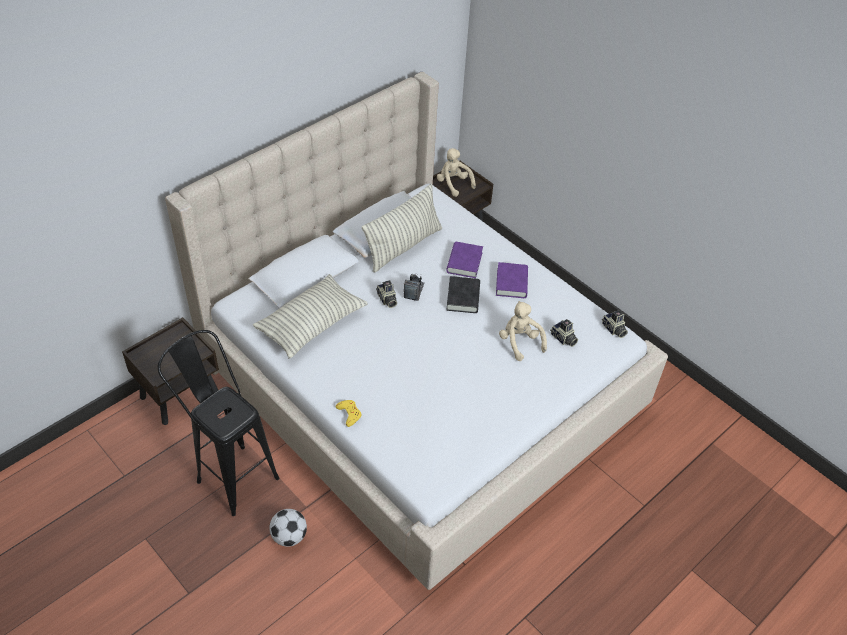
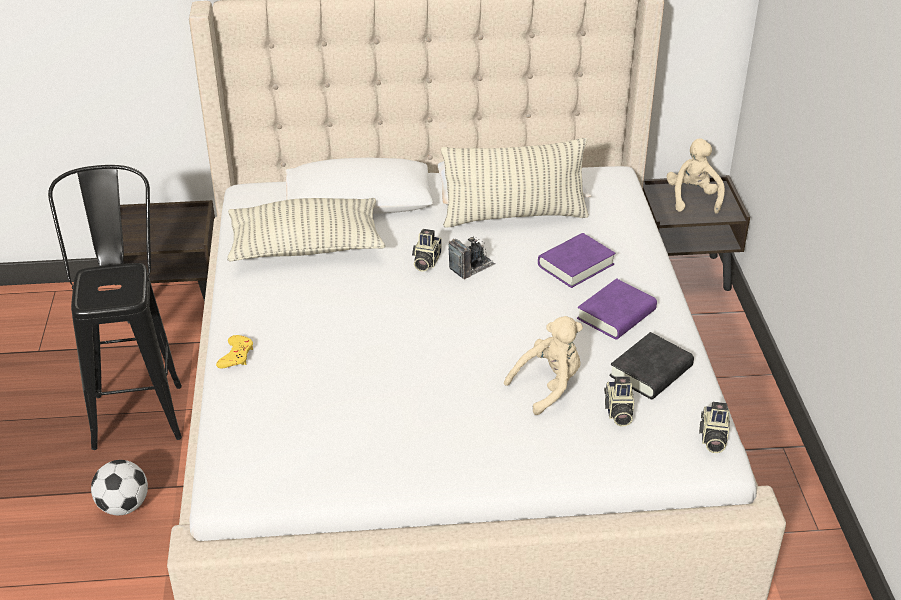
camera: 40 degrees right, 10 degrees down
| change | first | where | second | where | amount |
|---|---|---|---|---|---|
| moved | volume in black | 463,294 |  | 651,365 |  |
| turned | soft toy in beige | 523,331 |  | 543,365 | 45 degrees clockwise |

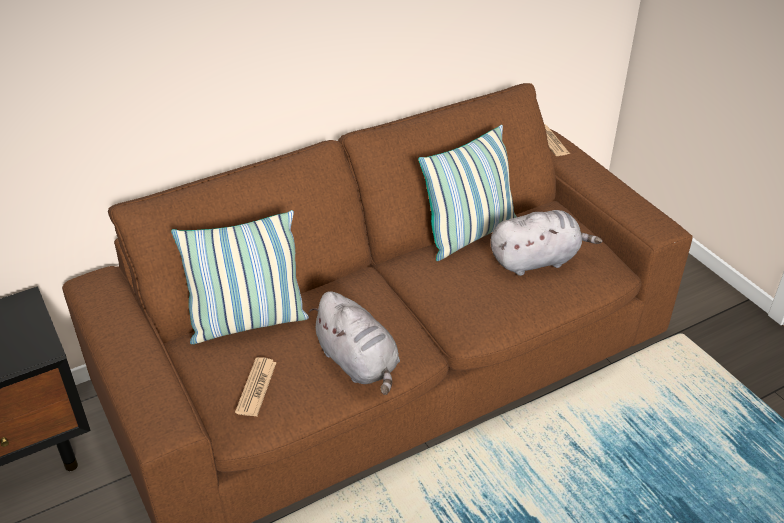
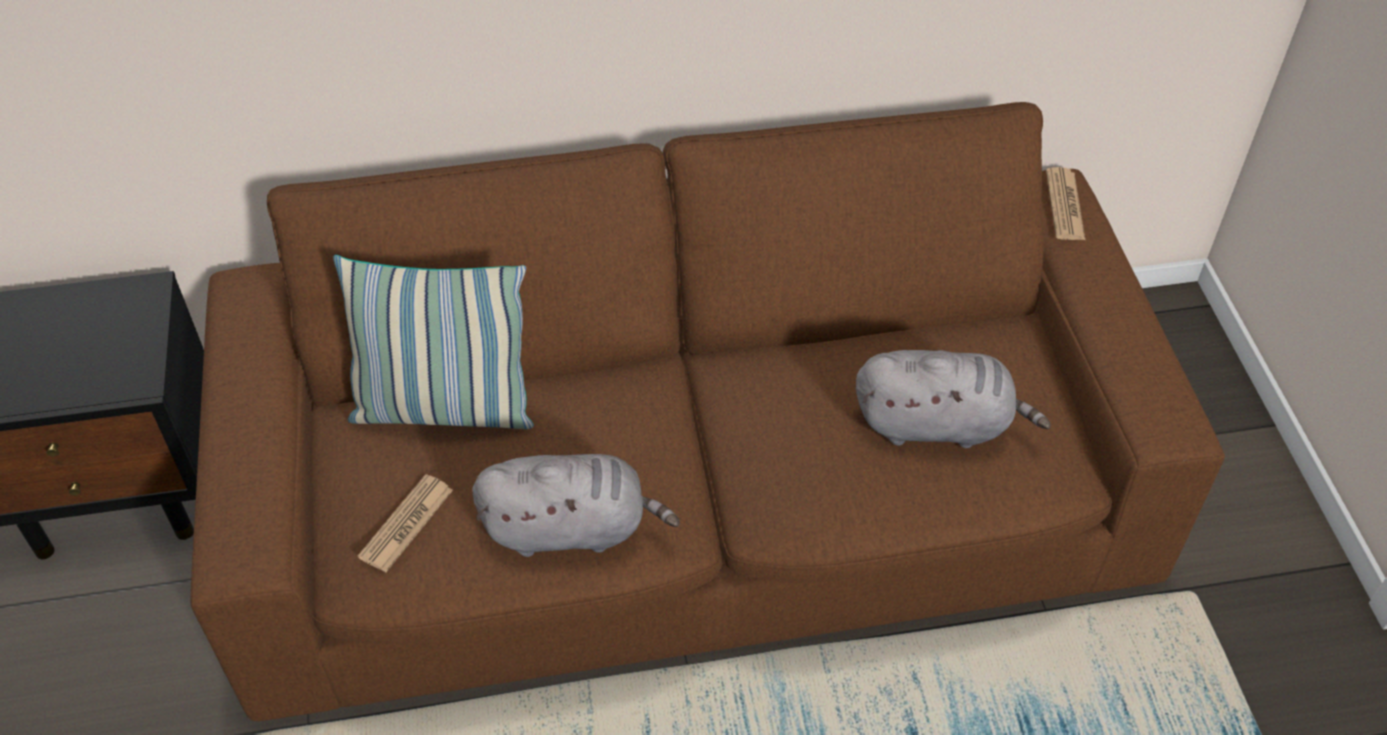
camera: 20 degrees right, 10 degrees up
| change | first | where | second | where | amount |
|---|---|---|---|---|---|
| removed | pillow | 467,193 |  |  |  |
| turned | soft toy in grey | 354,343 |  | 576,505 | 75 degrees counterclockwise |

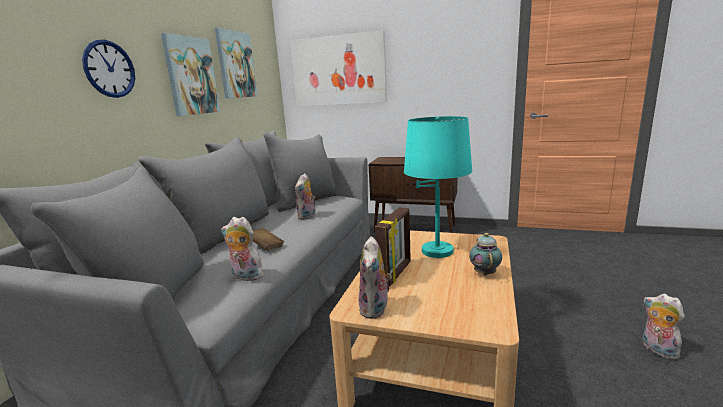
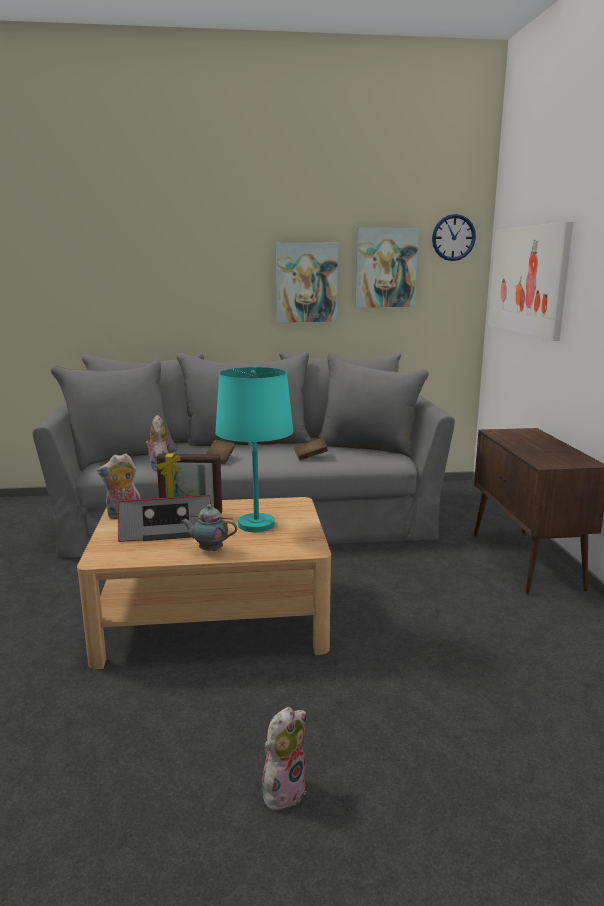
camera: 65 degrees right, 0 degrees up
| change | first | where | second | where | amount |
|---|---|---|---|---|---|
| moved | wall clock | 108,68 |  | 454,237 |  |
| replaced | soft toy | 305,196 | volume in brown | 311,449 |  |
| turned | pot for tea | 485,254 |  | 209,527 | 150 degrees counterclockwise |
| added |  |  | radio set | 164,518 |  |

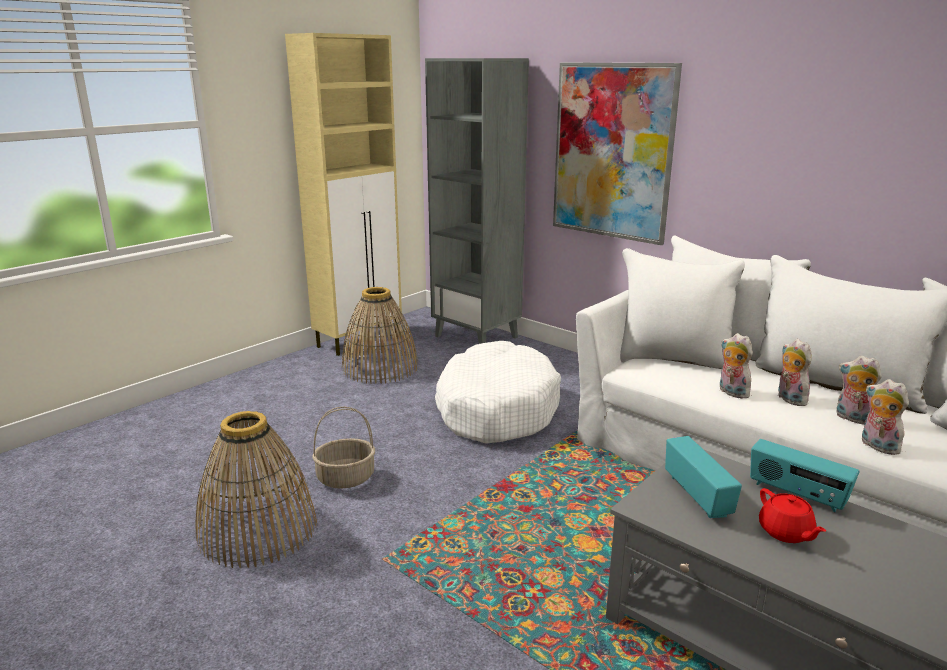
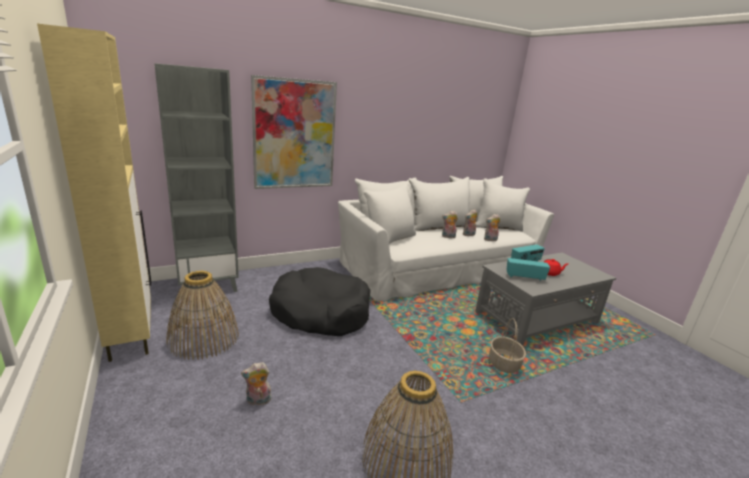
camera: 70 degrees left, 0 degrees up
| change | first | where | second | where | amount |
|---|---|---|---|---|---|
| moved | soft toy | 736,366 |  | 256,383 |  |
| recoloured | dog bed in white | 498,392 | dog bed in black | 319,301 |  |
| moved | household basket | 343,448 |  | 507,345 |  |

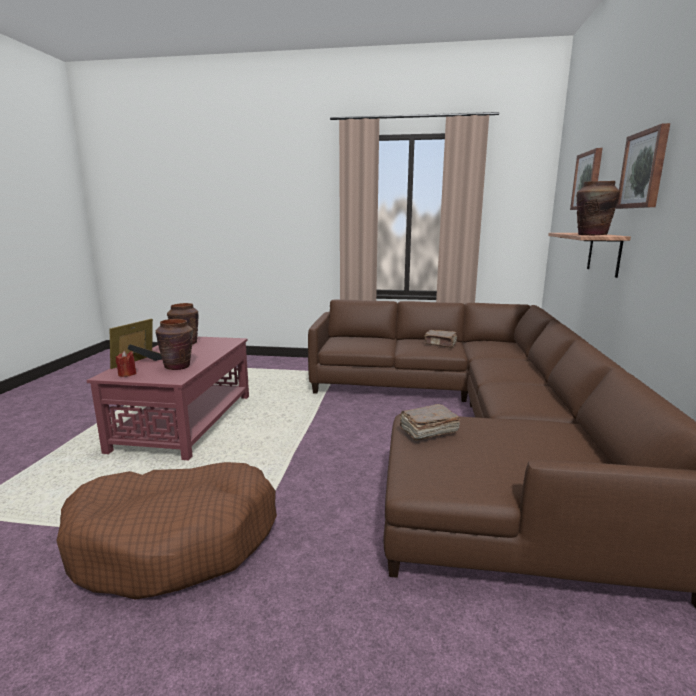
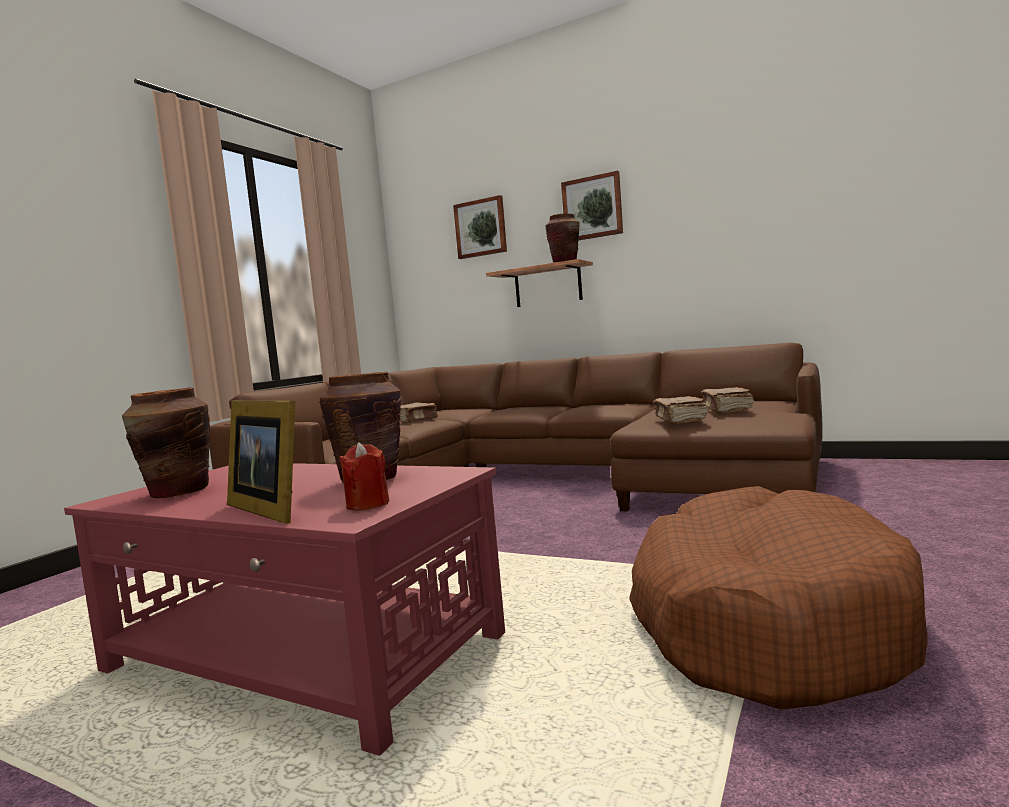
camera: 70 degrees left, 10 degrees down
| change | first | where | second | where | amount |
|---|---|---|---|---|---|
| added |  |  | volume in brown | 727,400 |  |

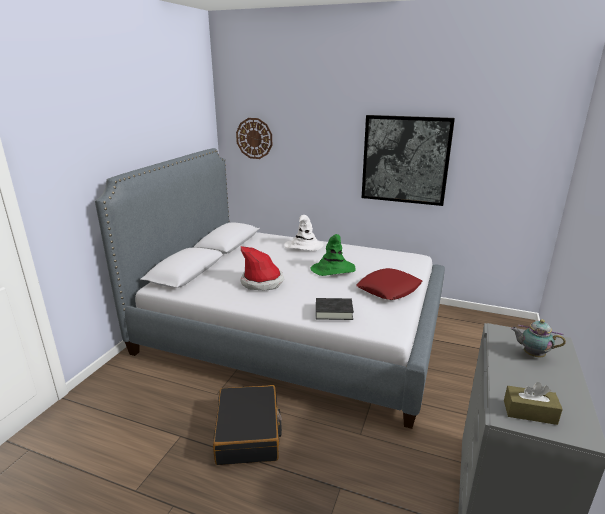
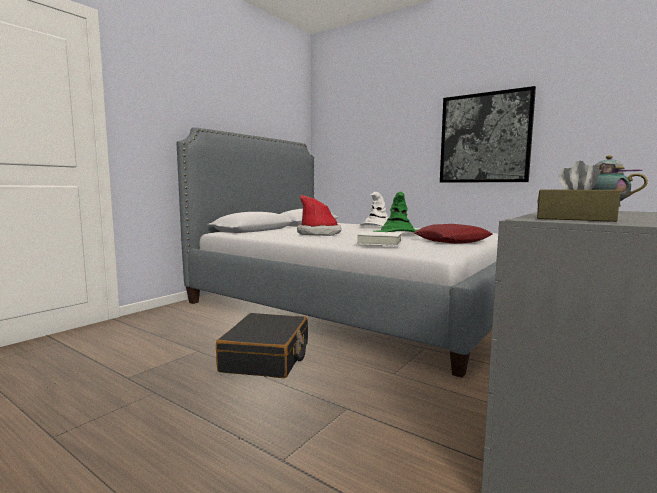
camera: 15 degrees right, 15 degrees down
| change | first | where | second | where | amount |
|---|---|---|---|---|---|
| removed | wall clock | 254,138 |  |  |  |
| recoloured | volume in black | 335,309 | volume in white | 379,238 |  |

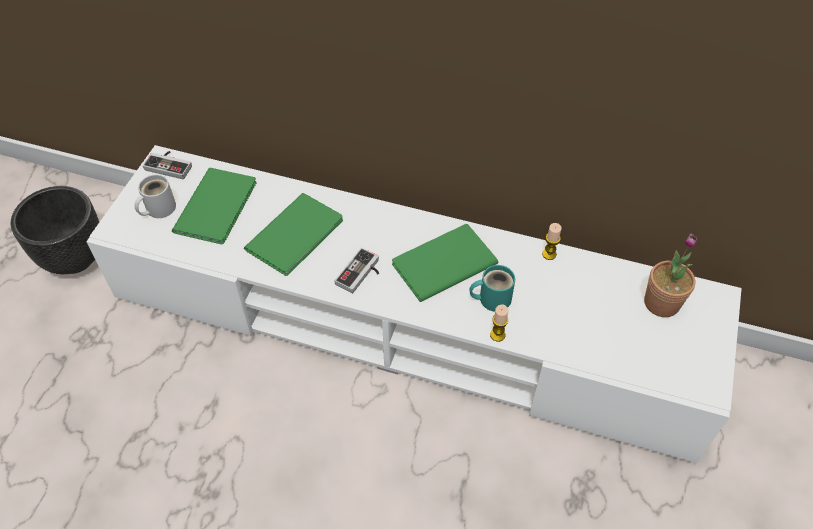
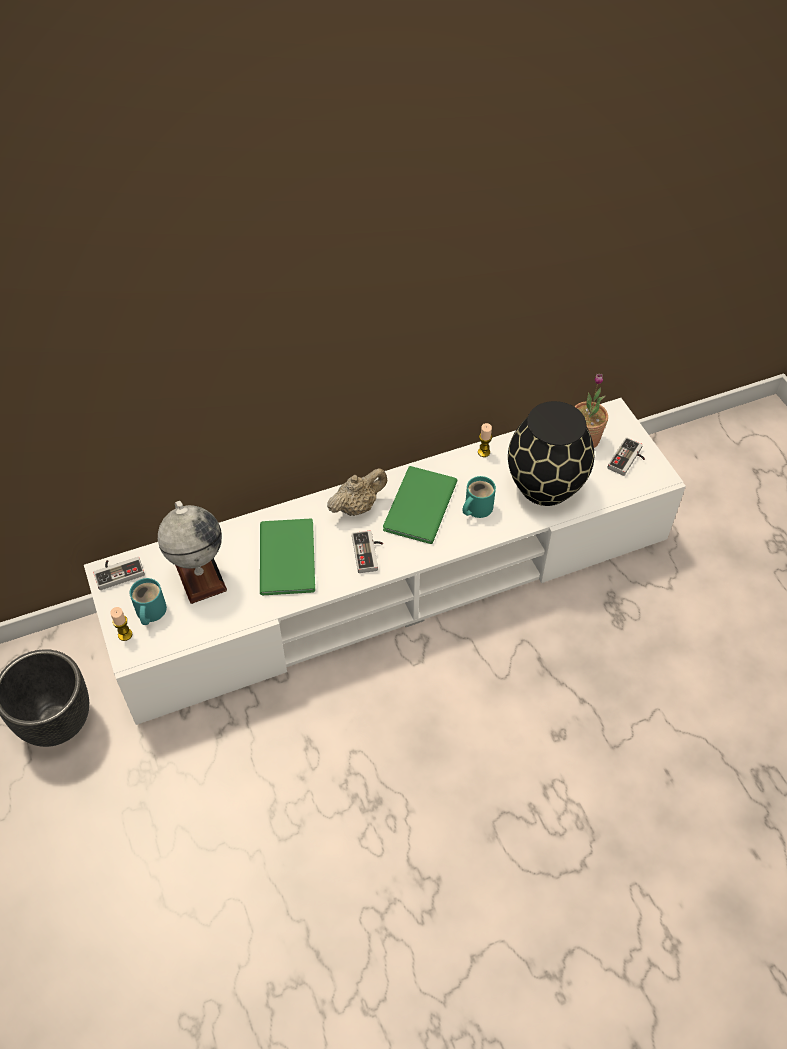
camera: 40 degrees left, 0 degrees up
| change | first | where | second | where | amount |
|---|---|---|---|---|---|
| replaced | volume in green | 214,206 | desk globe | 192,552 |  |
| recoloured | mug in white | 155,196 | mug in turquoise-coloured | 148,601 |  |
| moved | wax candle | 499,323 |  | 121,624 |  |
| added |  |  | vase in black | 551,453 |  |
| added |  |  | joypad | 626,456 |  |
| added |  |  | pot for tea in beige | 357,492 |  |

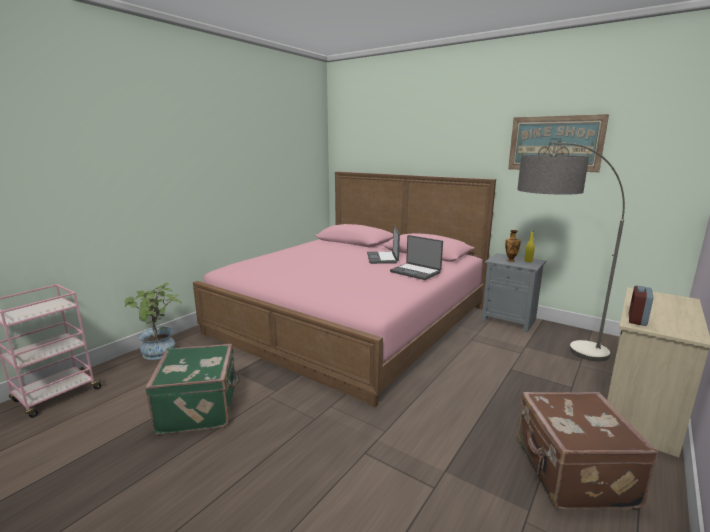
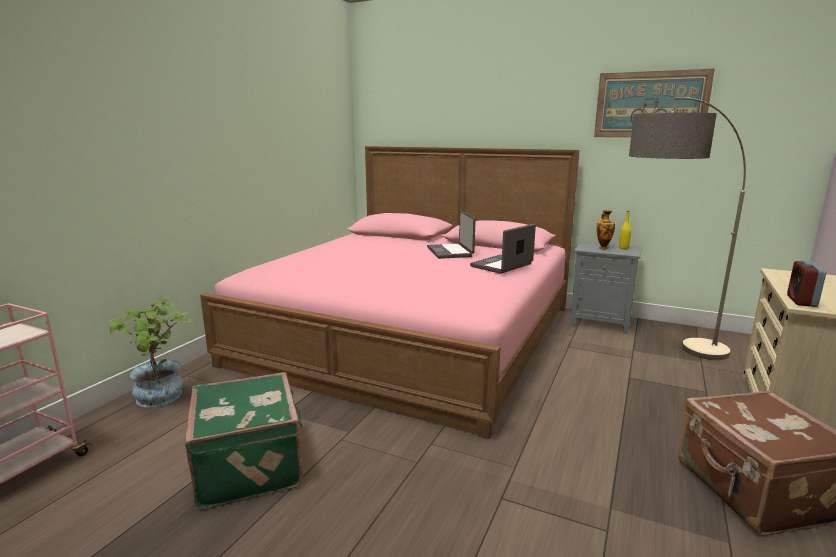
camera: 10 degrees left, 0 degrees up
| change | first | where | second | where | amount |
|---|---|---|---|---|---|
| turned | portable computer | 416,257 |  | 503,249 | 105 degrees clockwise |

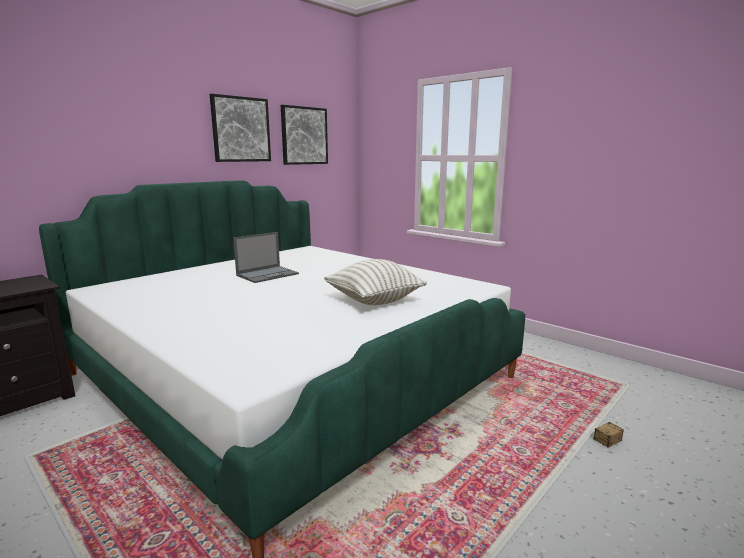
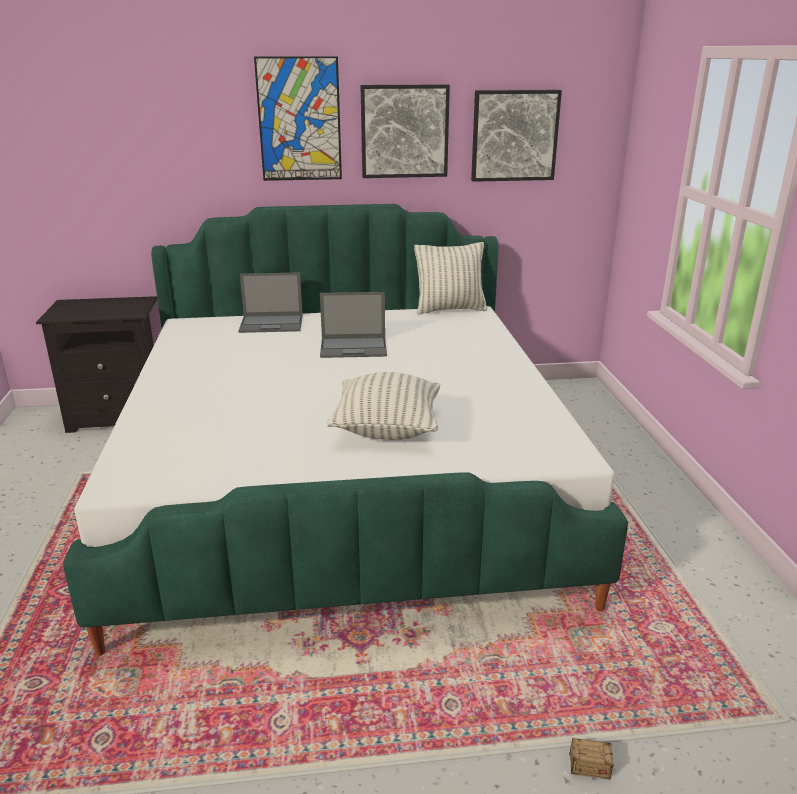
camera: 40 degrees right, 10 degrees up
| change | first | where | second | where | amount |
|---|---|---|---|---|---|
| added |  |  | wall art | 298,118 |  |
| added |  |  | pillow | 450,278 |  |
| added |  |  | portable computer | 271,303 |  |

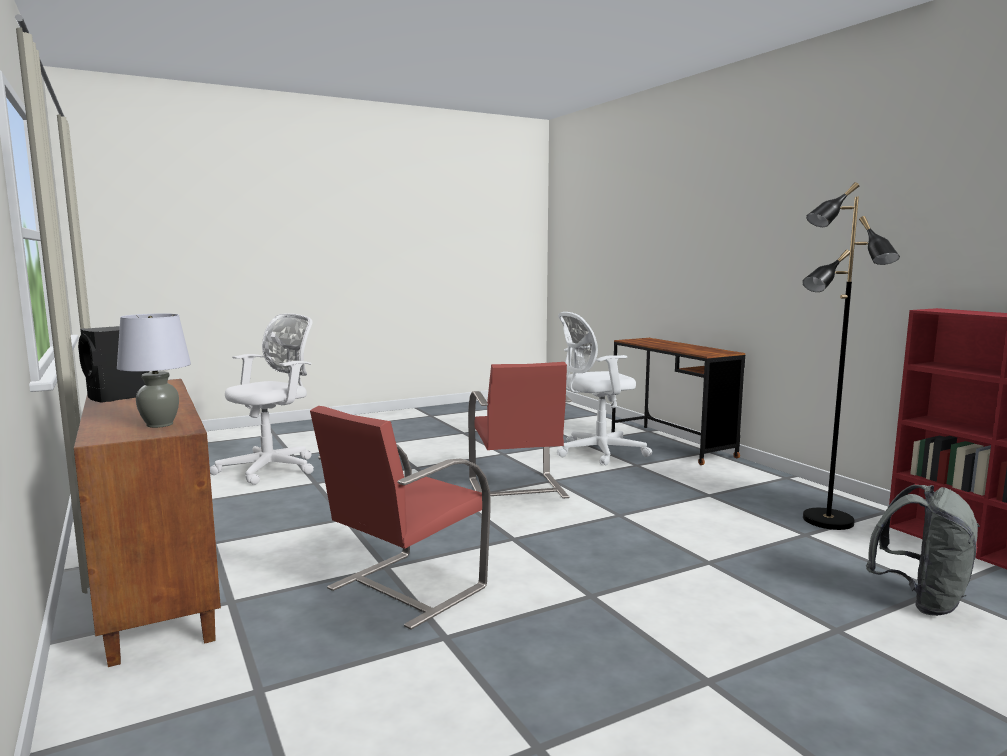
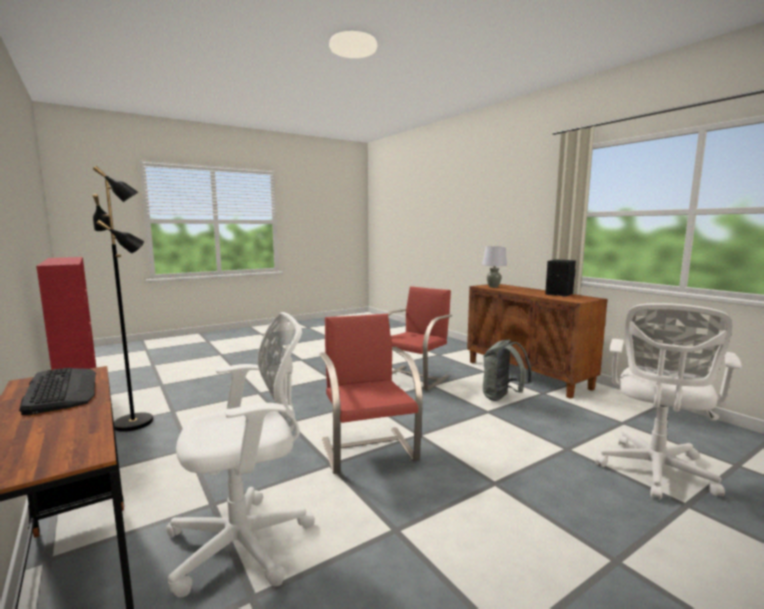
camera: 175 degrees right, 0 degrees up
| change | first | where | second | where | amount |
|---|---|---|---|---|---|
| moved | backpack in grey | 923,550 |  | 507,370 |  |
| added |  |  | keyboard | 57,391 |  |

